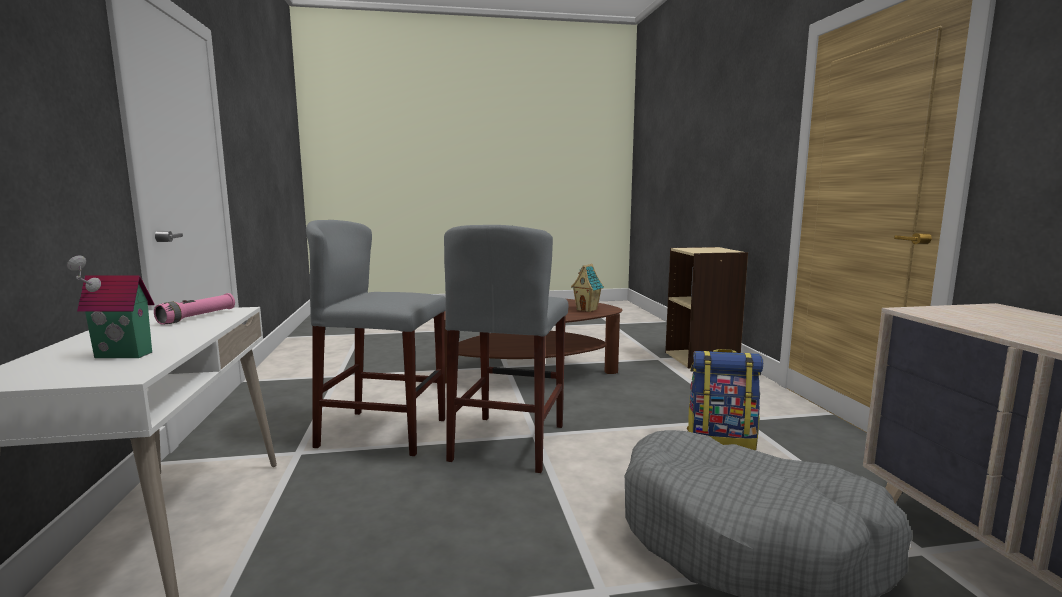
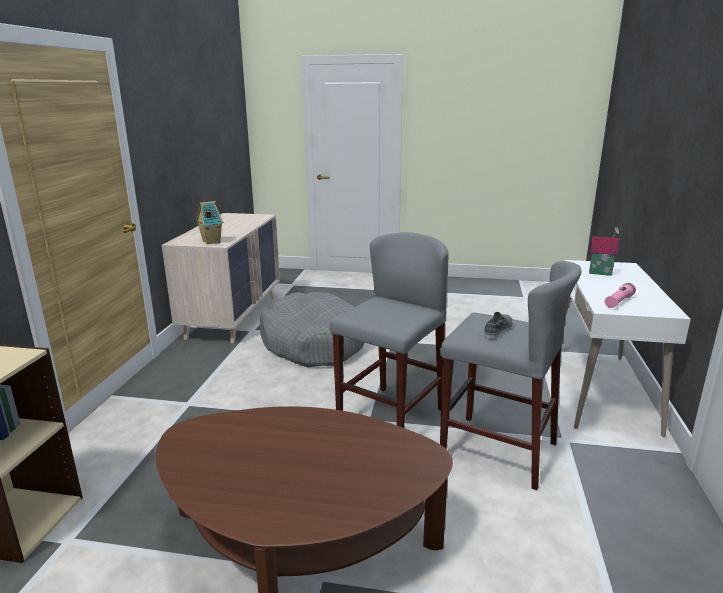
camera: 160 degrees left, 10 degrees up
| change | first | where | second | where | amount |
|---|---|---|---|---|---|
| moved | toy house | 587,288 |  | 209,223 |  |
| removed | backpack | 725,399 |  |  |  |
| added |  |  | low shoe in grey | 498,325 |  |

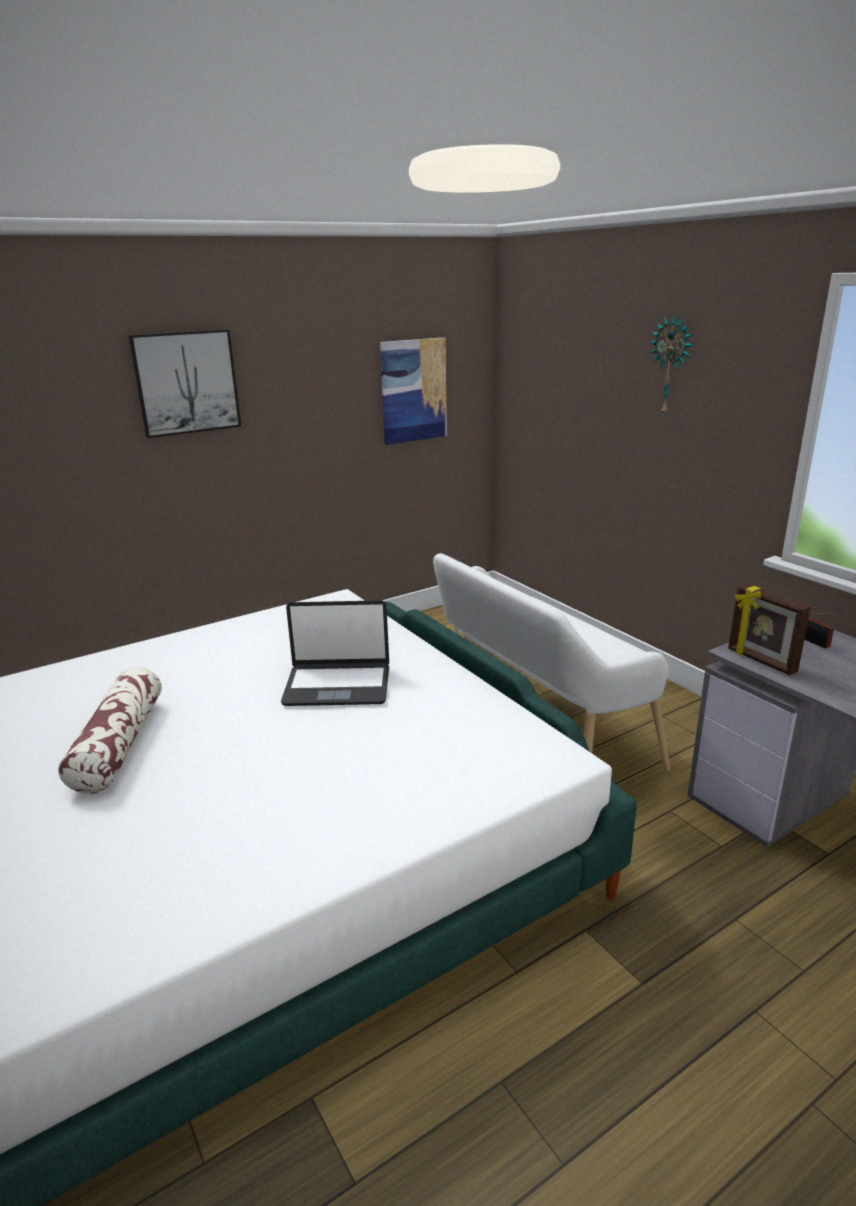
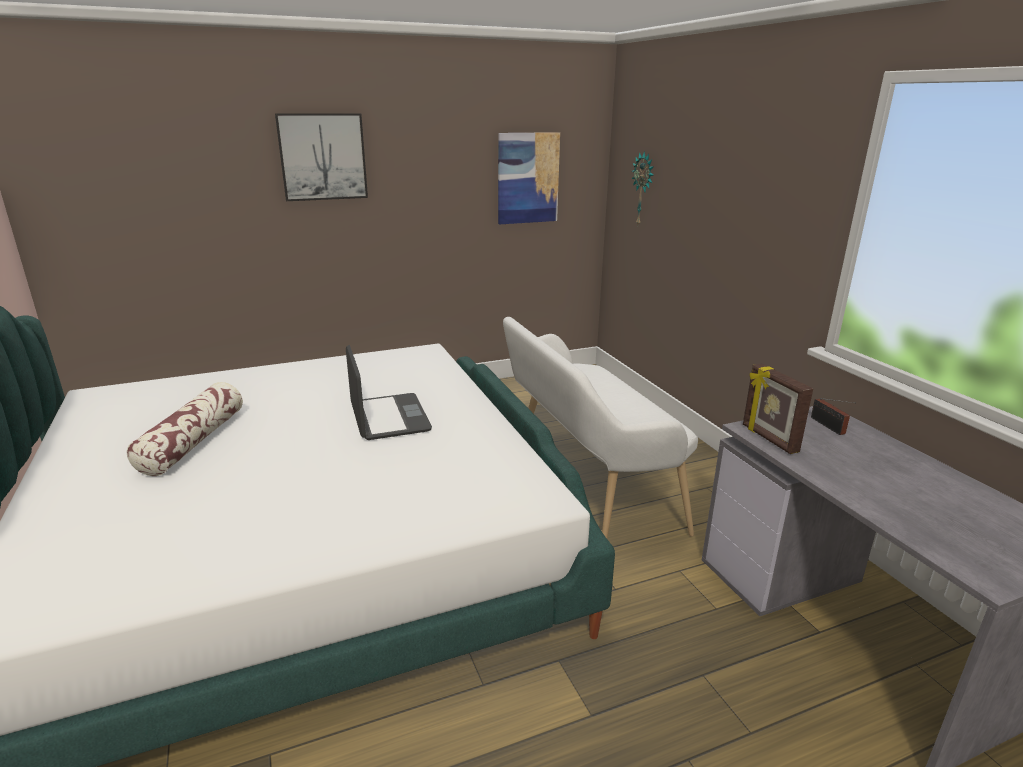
camera: 10 degrees right, 0 degrees up
| change | first | where | second | where | amount |
|---|---|---|---|---|---|
| moved | wall clock | 671,366 |  | 643,188 |  |
| turned | portable computer | 335,653 |  | 389,392 | 120 degrees counterclockwise |

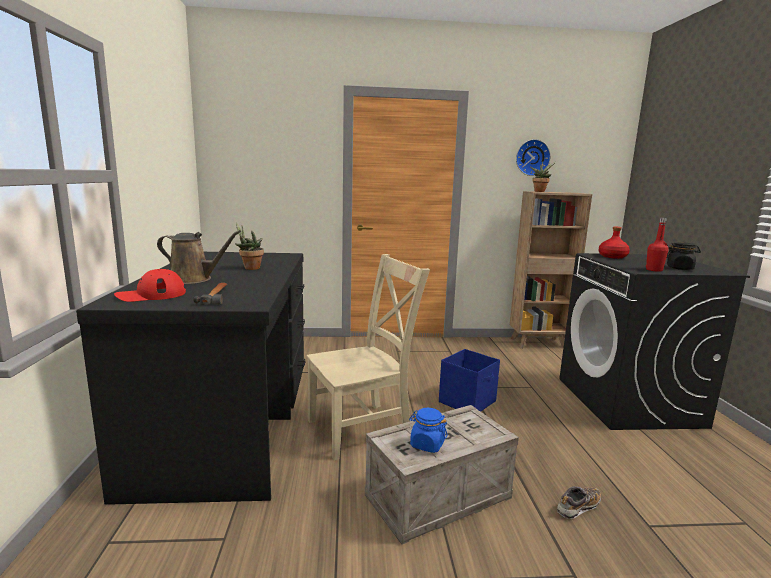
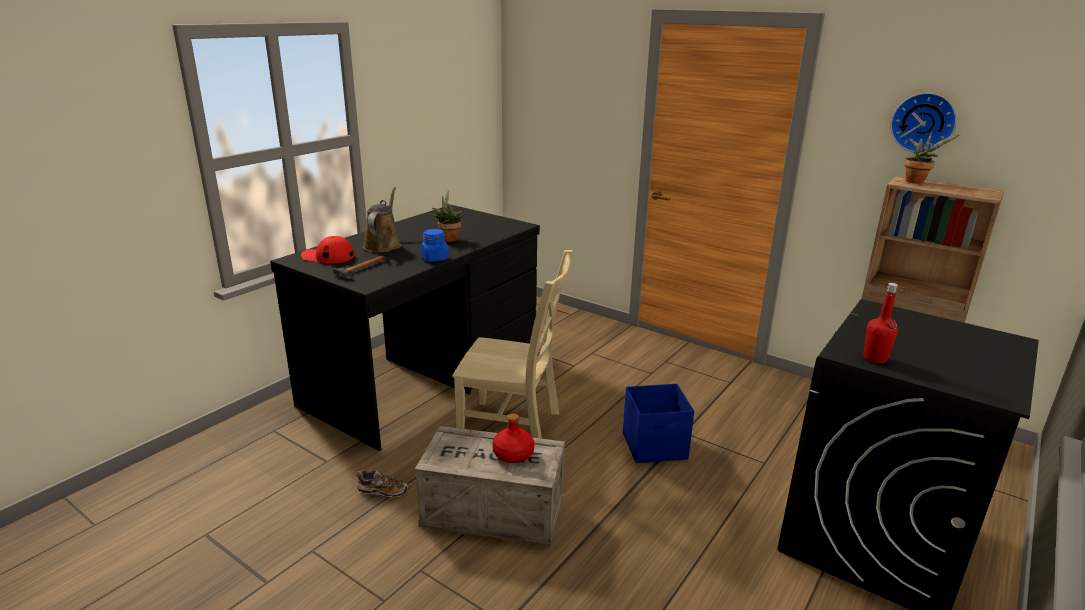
camera: 40 degrees right, 10 degrees up
| change | first | where | second | where | amount |
|---|---|---|---|---|---|
| moved | drink bottle in reddish | 614,243 |  | 513,438 |  |
| turned | watering can in brown | 199,257 |  | 382,219 | 135 degrees counterclockwise |
| removed | jar in black | 684,256 |  |  |  |
| moved | jar in bluish | 428,430 |  | 435,245 |  |
| moved | low shoe | 579,502 |  | 382,483 |  |

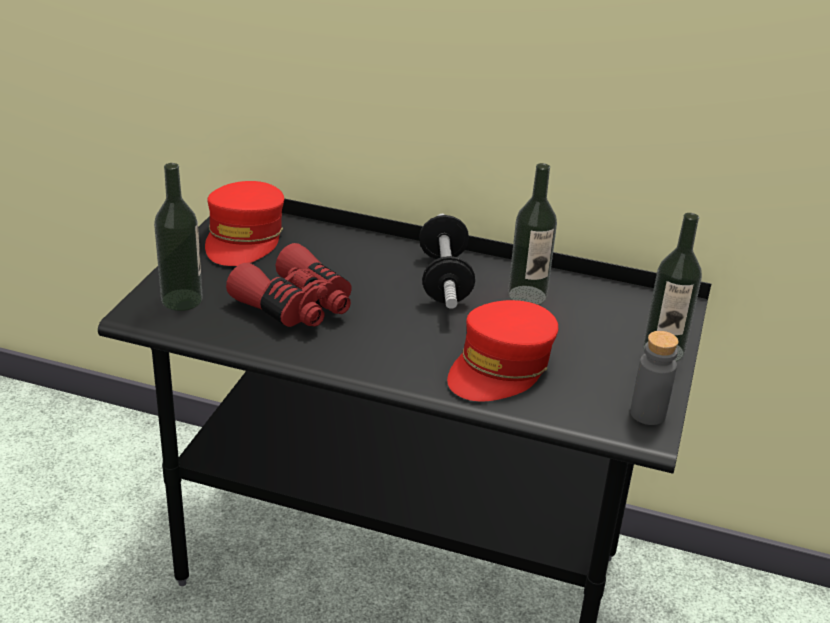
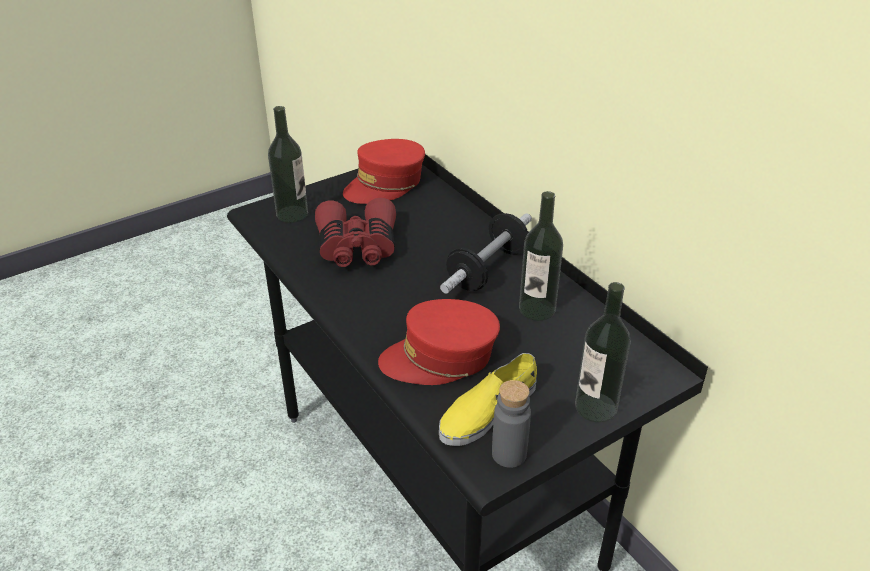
camera: 40 degrees right, 5 degrees up
| change | first | where | second | where | amount |
|---|---|---|---|---|---|
| added |  |  | low shoe in yellow-coloured | 488,399 |  |

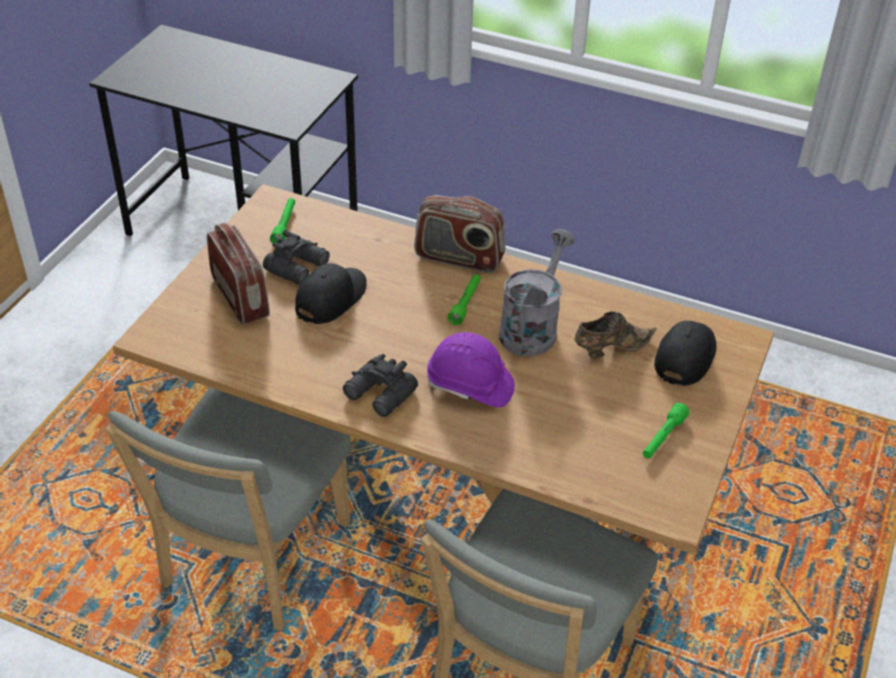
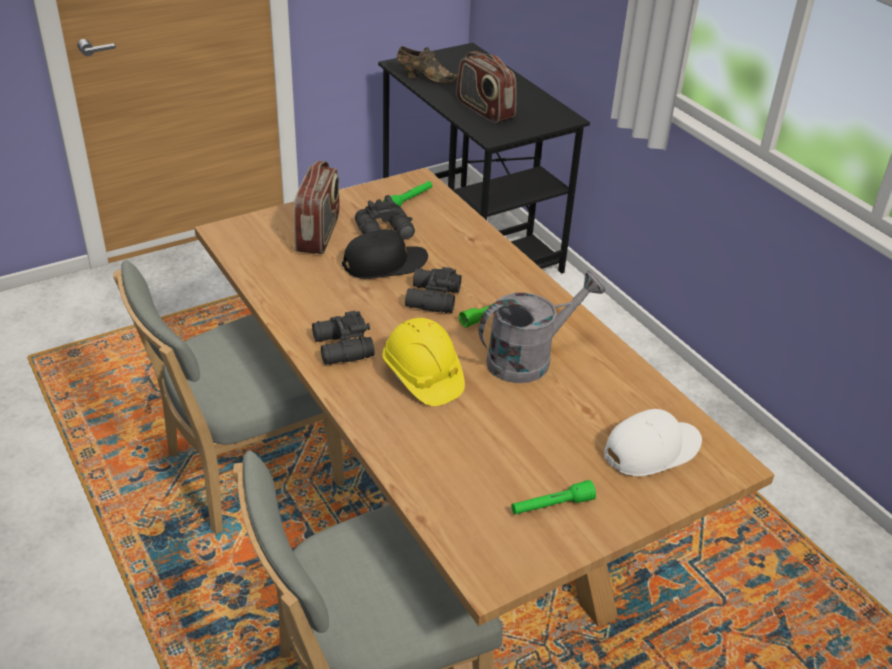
camera: 35 degrees right, 5 degrees down
| change | first | where | second | where | amount |
|---|---|---|---|---|---|
| moved | radio set | 460,234 |  | 486,87 |  |
| moved | low shoe in brown | 616,334 |  | 427,64 |  |
| recoloured | peaked cap in black | 685,353 | peaked cap in white | 653,442 |  |
| recoloured | hard hat in purple-coloured | 470,369 | hard hat in yellow-coloured | 423,362 |  |
| added |  |  | field glasses in black | 433,290 |  |

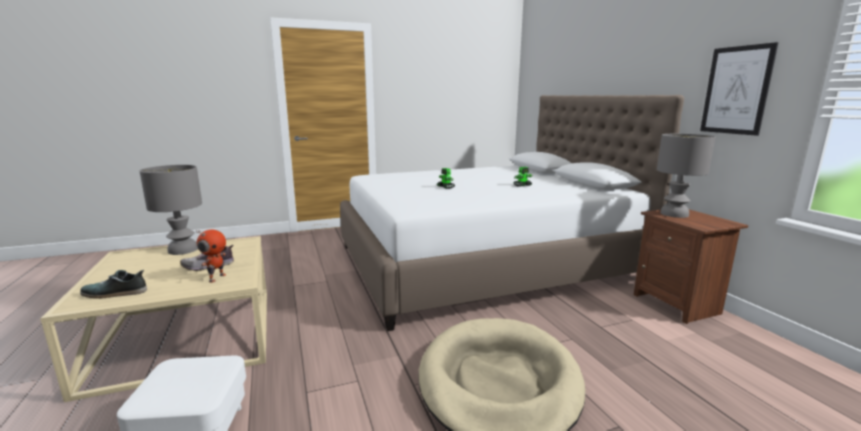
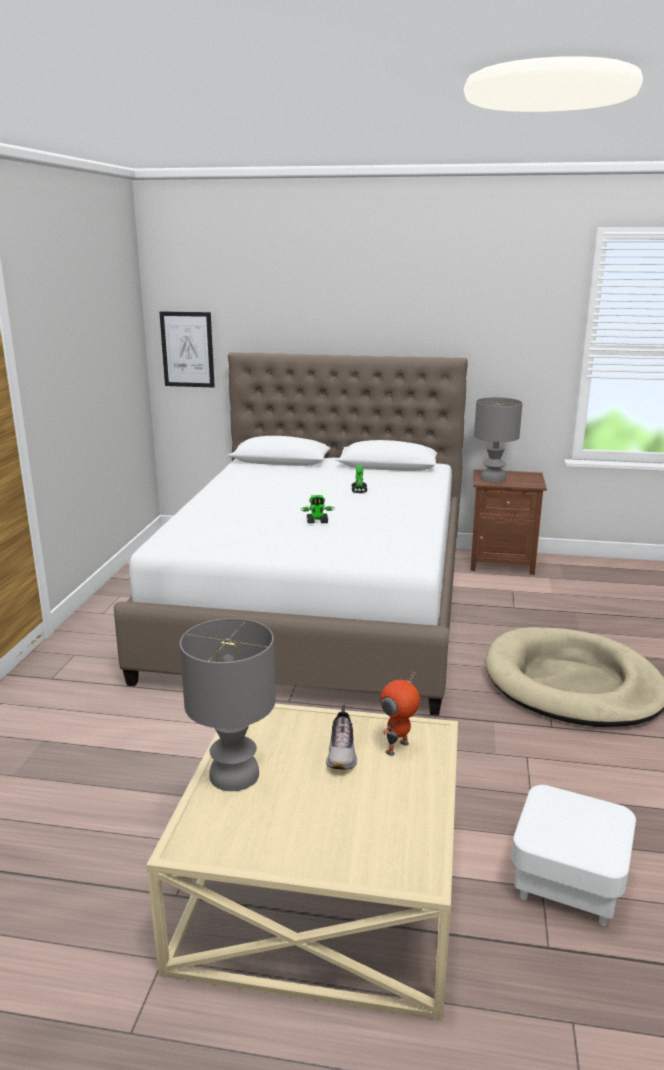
camera: 60 degrees left, 5 degrees up
| change | first | where | second | where | amount |
|---|---|---|---|---|---|
| moved | wall art | 739,89 |  | 187,350 |  |
| turned | robot figure | 211,256 |  | 400,713 | 90 degrees counterclockwise |
| removed | low shoe | 113,284 |  |  |  |

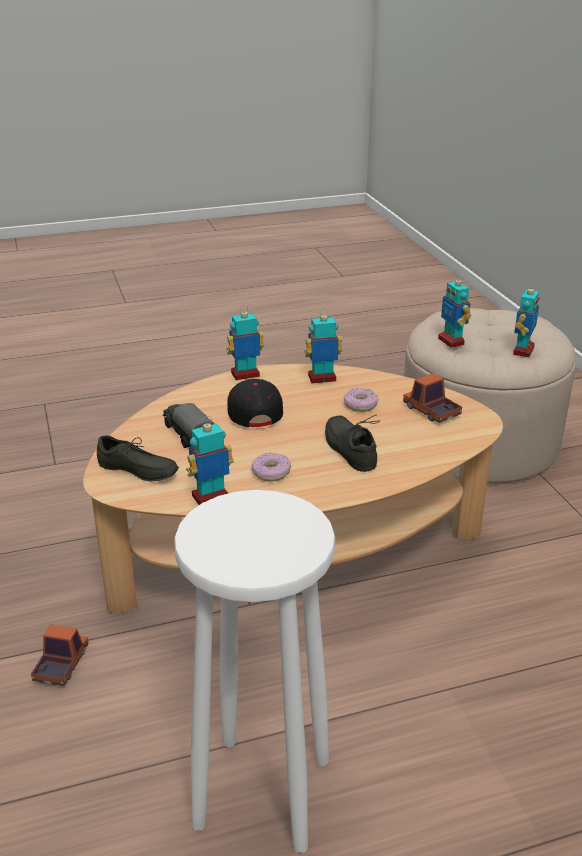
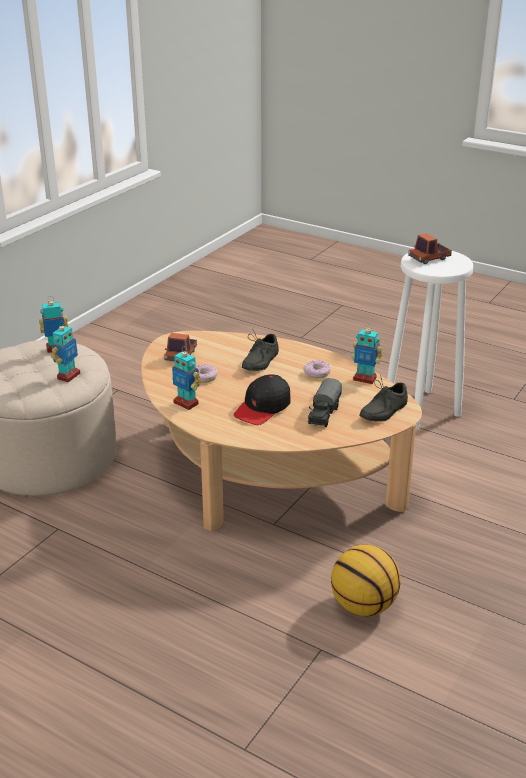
camera: 130 degrees left, 0 degrees up
| change | first | where | second | where | amount |
|---|---|---|---|---|---|
| removed | robot figure | 245,342 |  |  |  |
| turned | low shoe in grey | 138,458 |  | 384,398 | 120 degrees counterclockwise |
| moved | toy lorry | 60,655 |  | 430,248 |  |
| added |  |  | basketball ball | 366,580 |  |

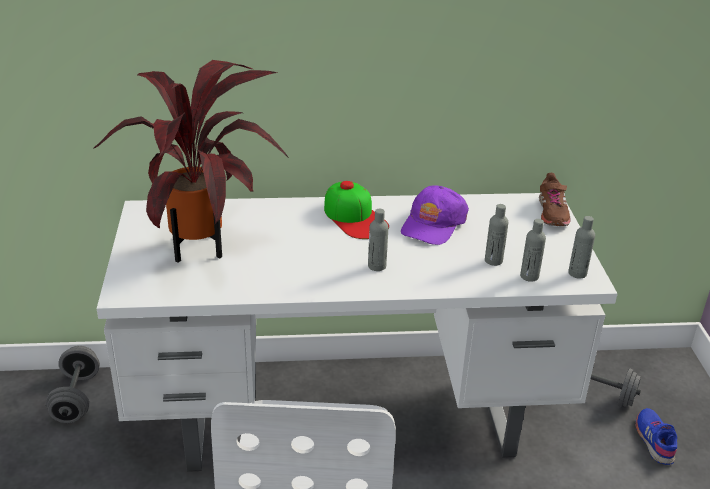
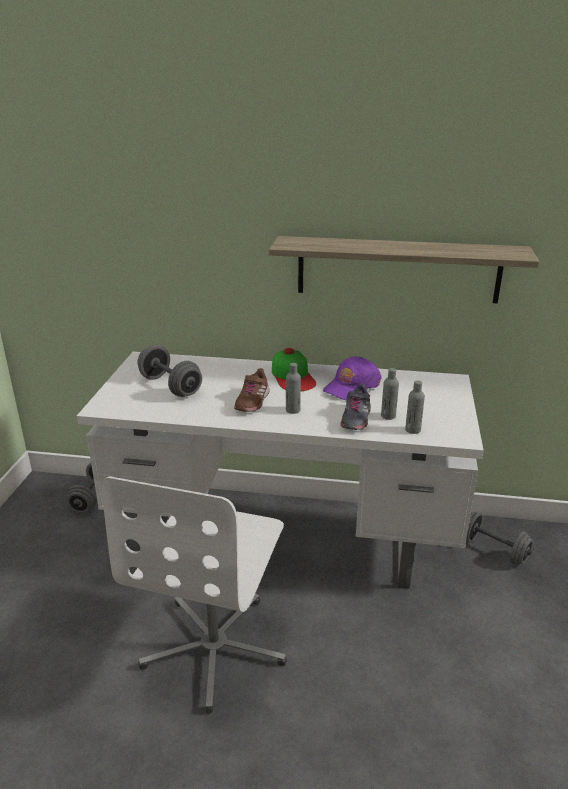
camera: 15 degrees right, 5 degrees down
| change | first | where | second | where | amount |
|---|---|---|---|---|---|
| replaced | houseplant | 190,161 | hand weight in grey | 170,371 |  |
| moved | low shoe in brown | 555,199 |  | 252,390 |  |
| removed | drink bottle in grey | 581,247 |  |  |  |
| removed | low shoe in bluish | 656,436 |  |  |  |
| added |  |  | wall shelf | 404,269 |  |
| added |  |  | low shoe in grey | 355,406 |  |

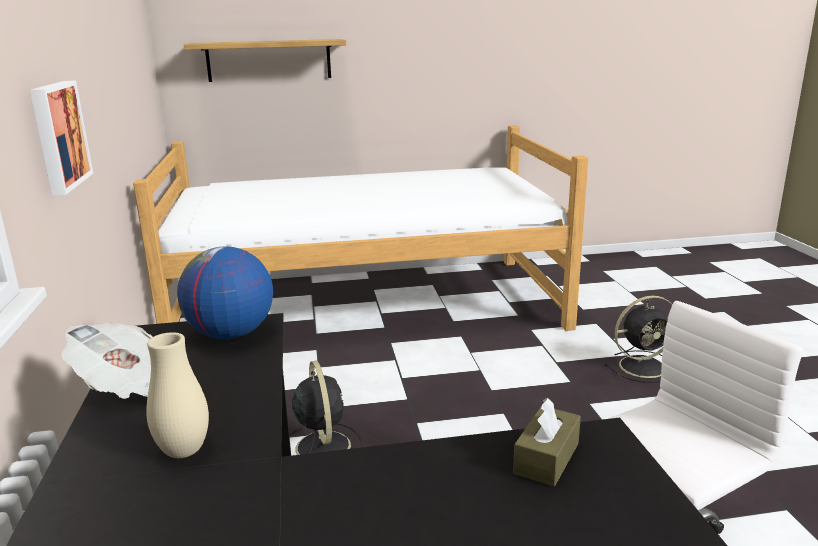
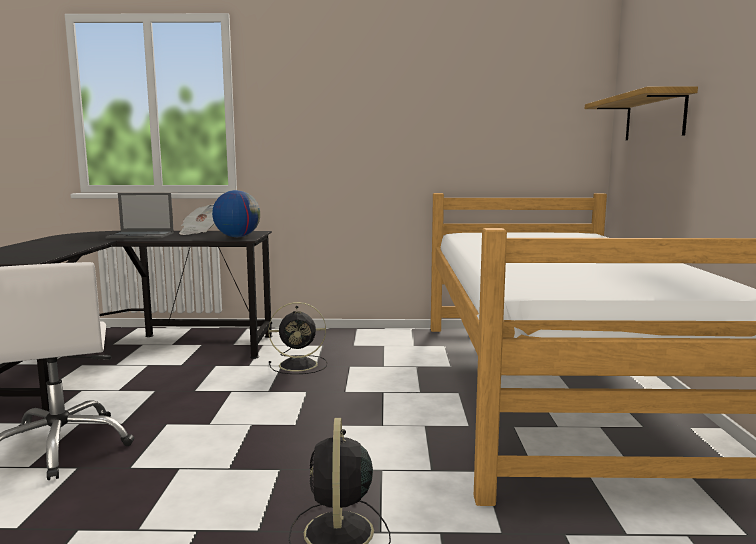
camera: 100 degrees right, 10 degrees down
| change | first | where | second | where | amount |
|---|---|---|---|---|---|
| removed | wall art | 61,138 |  |  |  |
| replaced | vase in beige | 177,395 | portable computer | 140,215 |  |
| removed | box of tissues in brown | 547,442 |  |  |  |

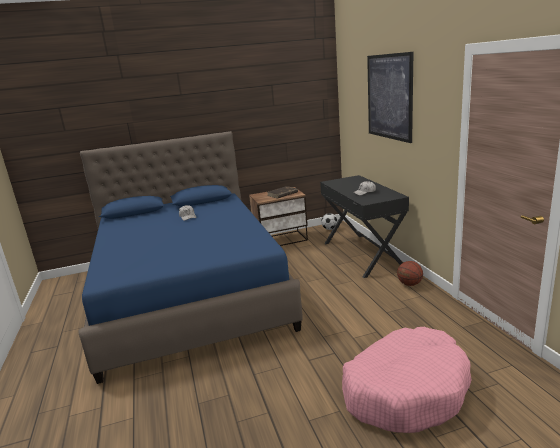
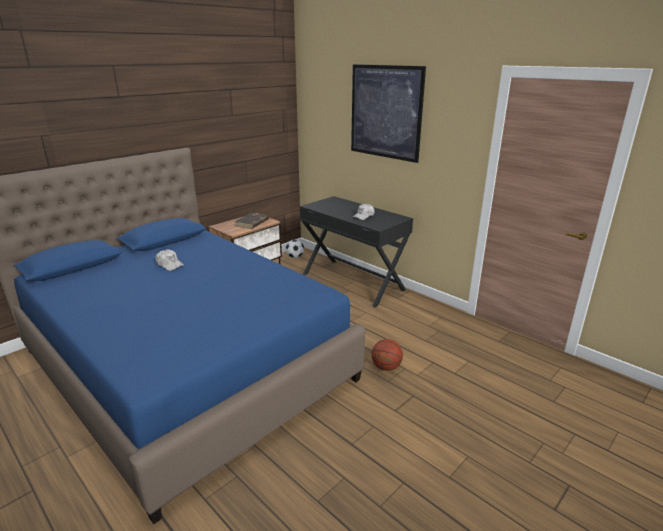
camera: 30 degrees left, 5 degrees up
| change | first | where | second | where | amount |
|---|---|---|---|---|---|
| moved | basketball ball | 410,273 |  | 387,355 |  |
| removed | dog bed in pink | 406,380 |  |  |  |

